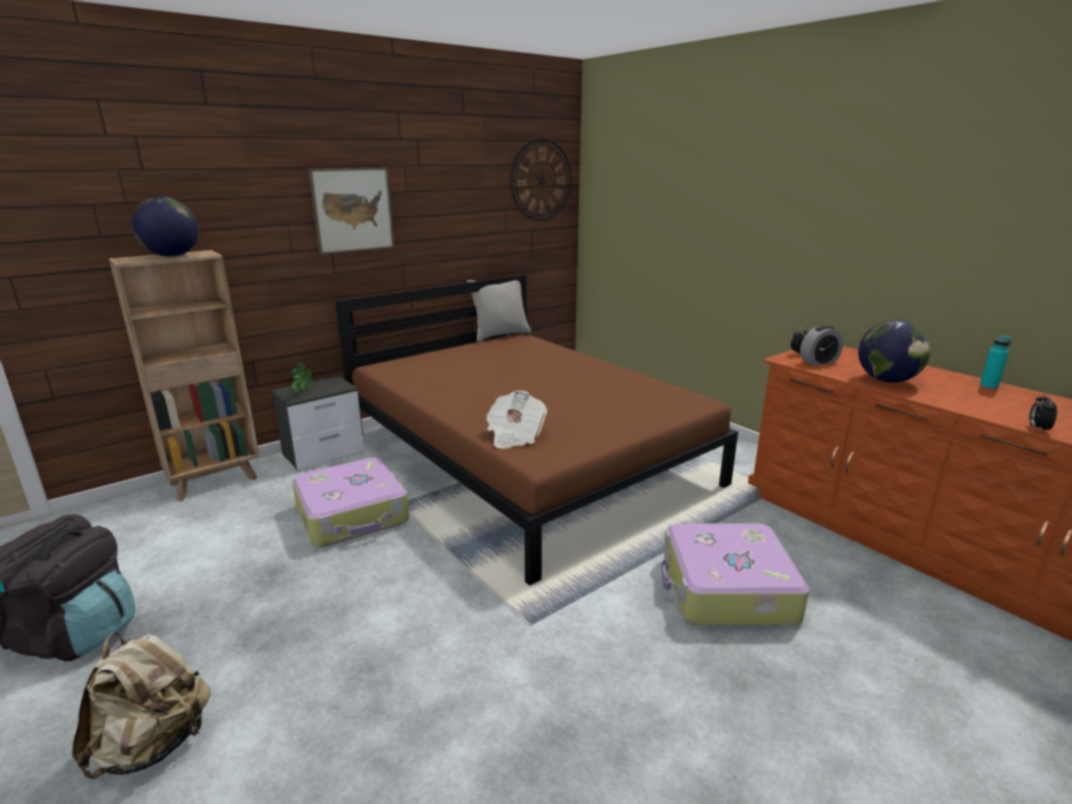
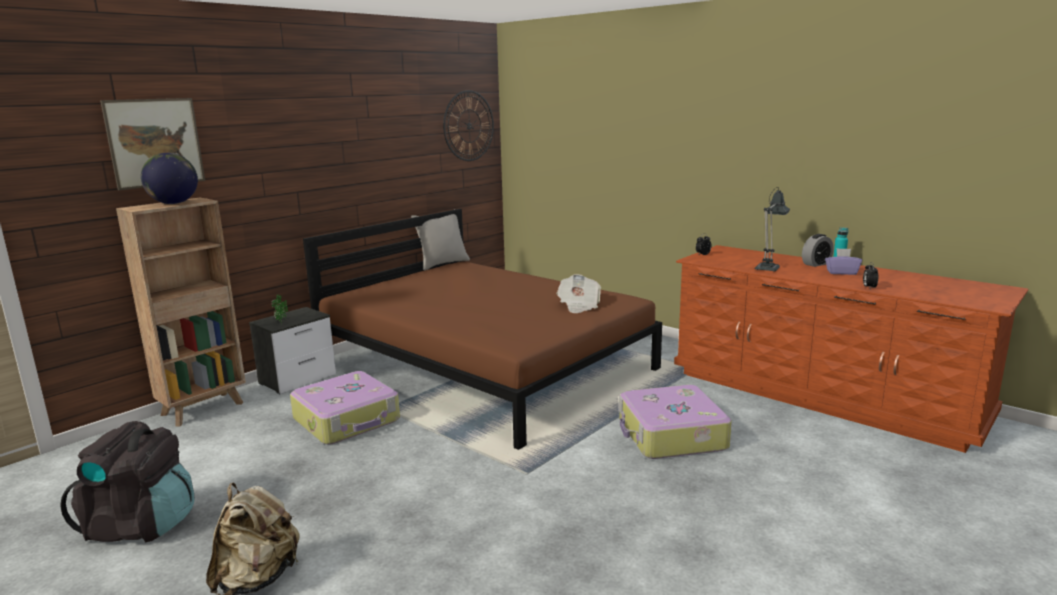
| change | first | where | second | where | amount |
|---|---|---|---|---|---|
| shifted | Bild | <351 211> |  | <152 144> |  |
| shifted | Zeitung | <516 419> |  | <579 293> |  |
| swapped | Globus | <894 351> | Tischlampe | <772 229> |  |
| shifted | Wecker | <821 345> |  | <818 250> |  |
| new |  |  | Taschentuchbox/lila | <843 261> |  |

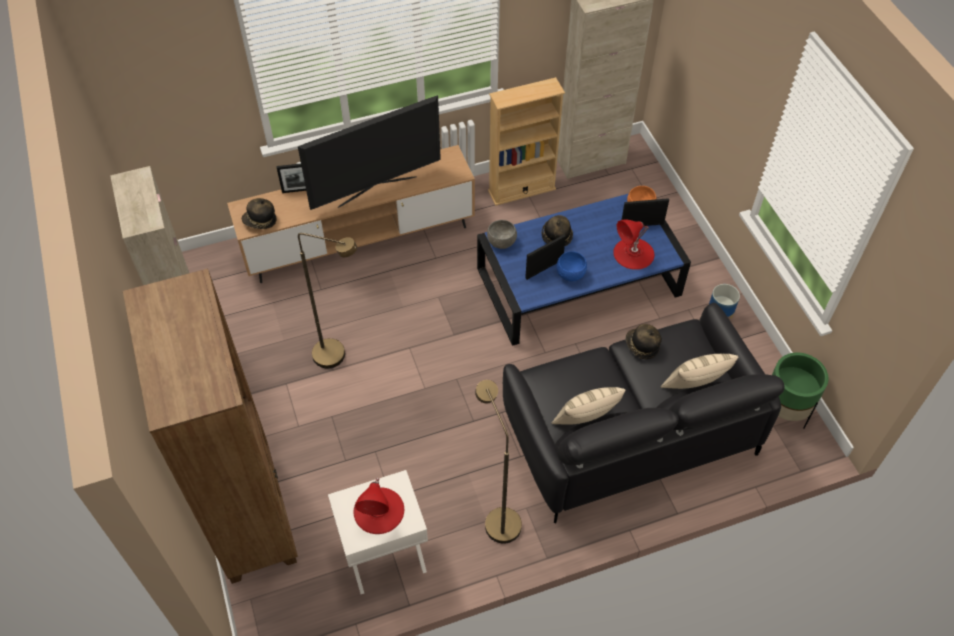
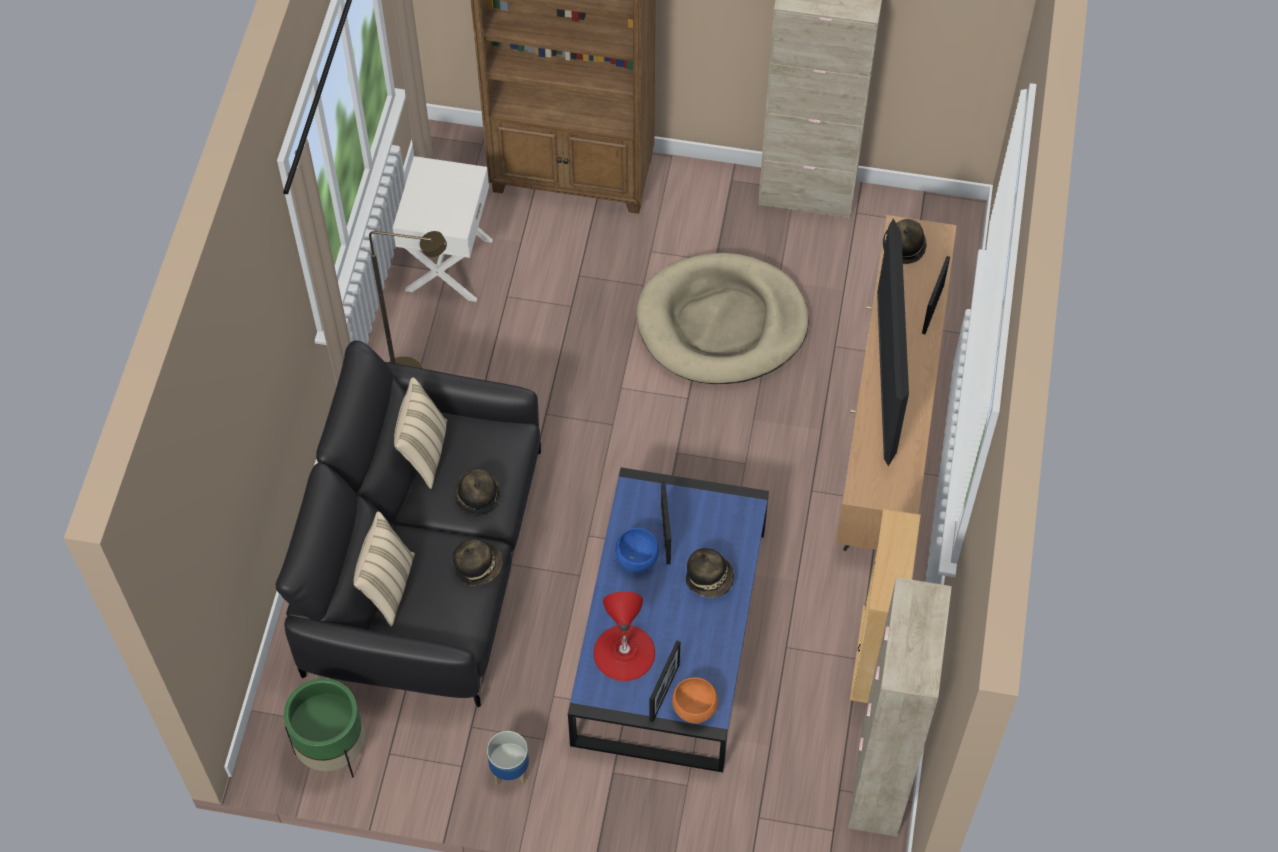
| change | first | where | second | where | amount |
|---|---|---|---|---|---|
| new |  |  | Hut | <477 492> |  |
| swapped | Stehlampe/braun | <327 301> | Hundebett/beige | <722 318> |  |
| gone | Tischlampe/rot | <379 506> |  |  |  |
| gone | Schüssel/grau | <502 234> |  |  |  |

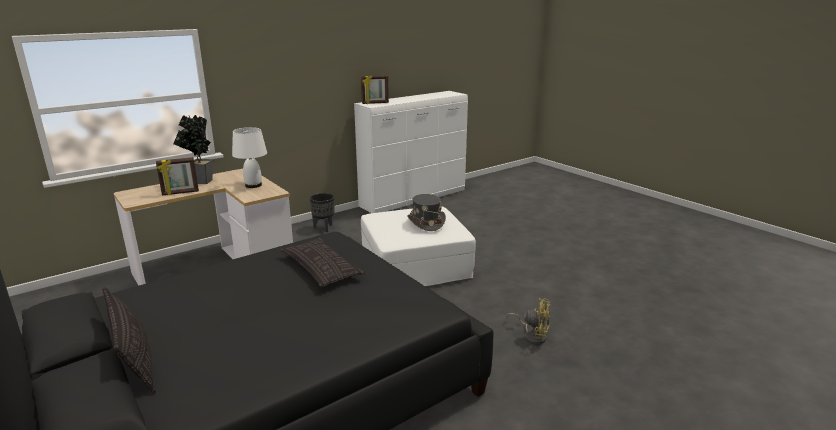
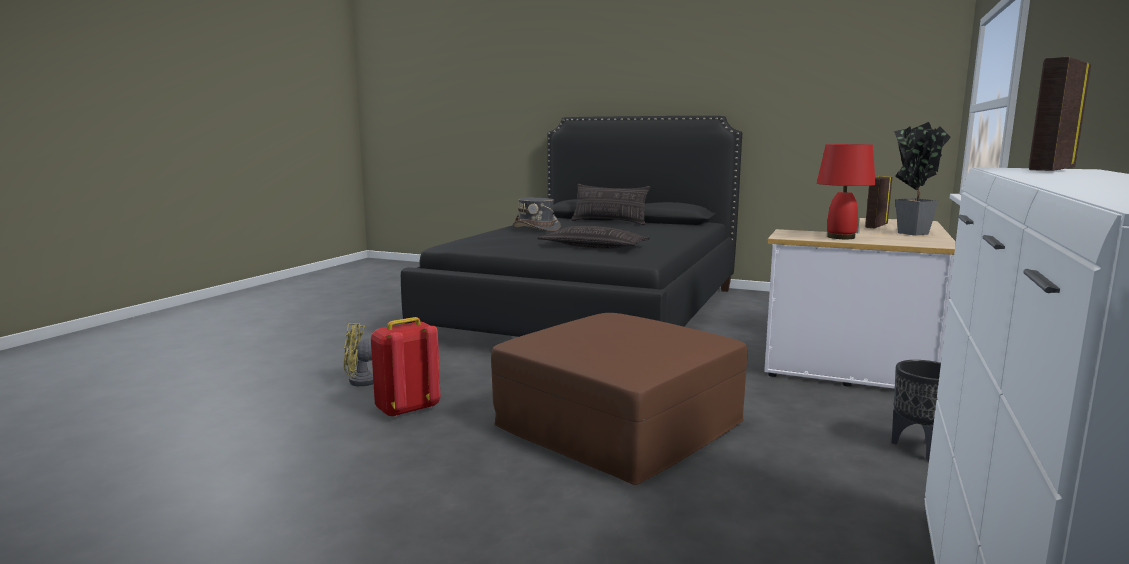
| change | first | where | second | where | amount |
|---|---|---|---|---|---|
| new |  |  | Rucksack/rot | <406 367> |  |
| repainted | Polsterhocker/weiß | <418 246> | Polsterhocker/braun | <619 399> |  |
| shifted | Hut/grau | <426 212> |  | <536 215> |  |
| repainted | Tischlampe/weiß | <249 157> | Tischlampe/rot | <846 191> |  |

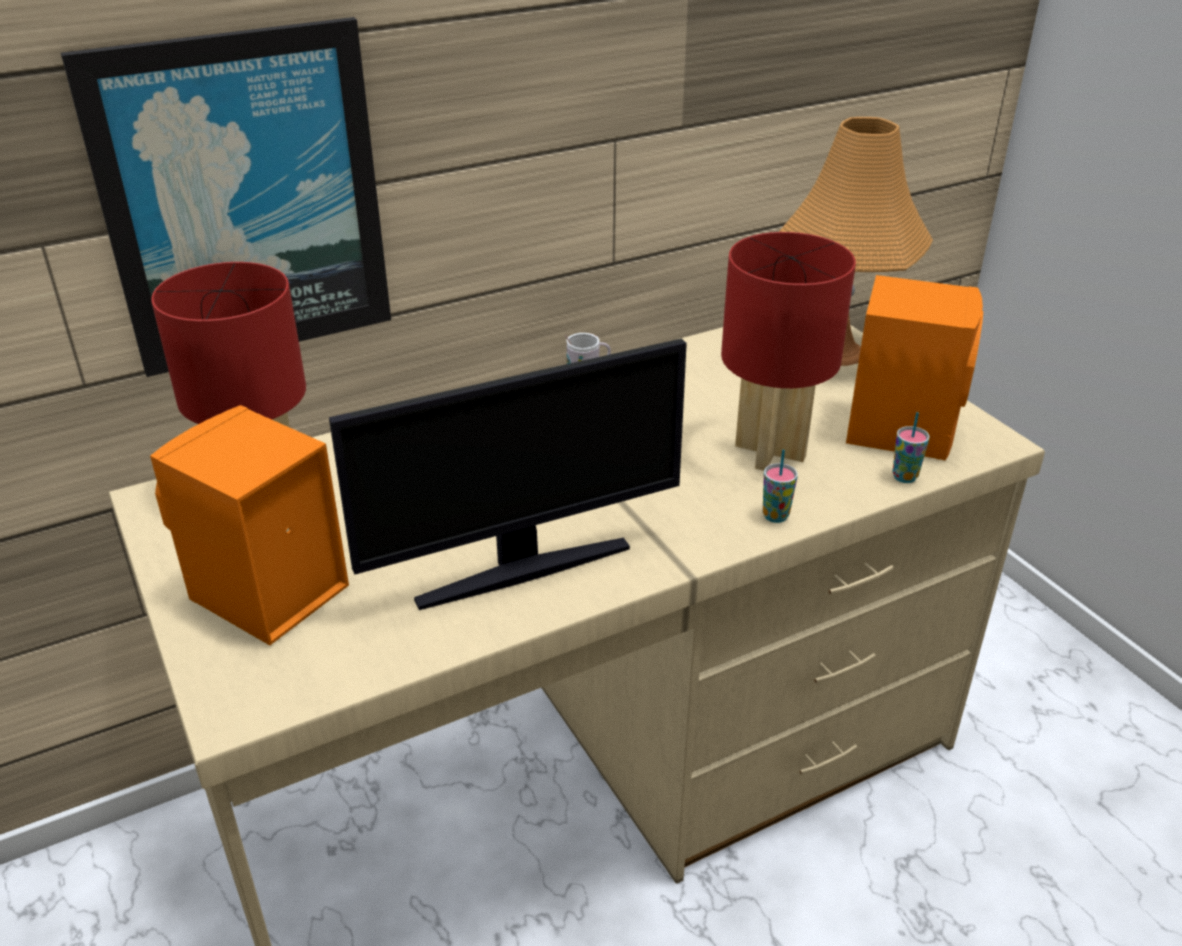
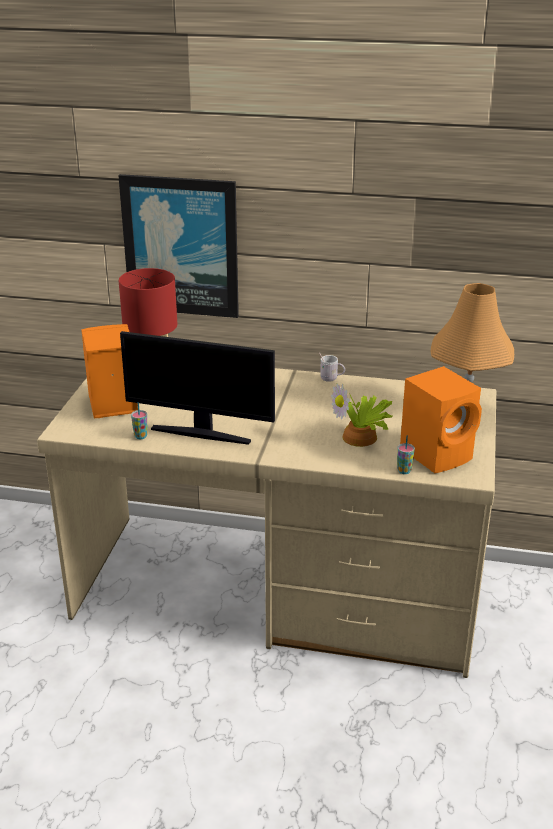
| change | first | where | second | where | amount |
|---|---|---|---|---|---|
| shifted | Tasse | <780 486> |  | <139 420> |  |
| swapped | Tischlampe/rot | <788 351> | Topfpflanze | <361 415> |  |

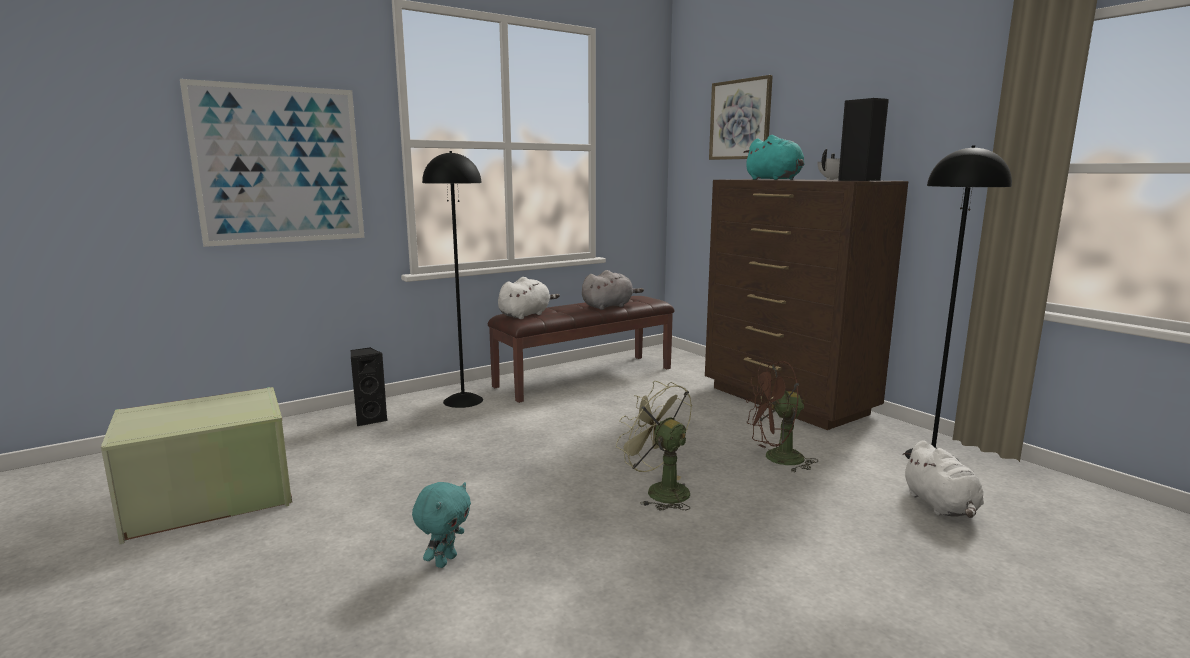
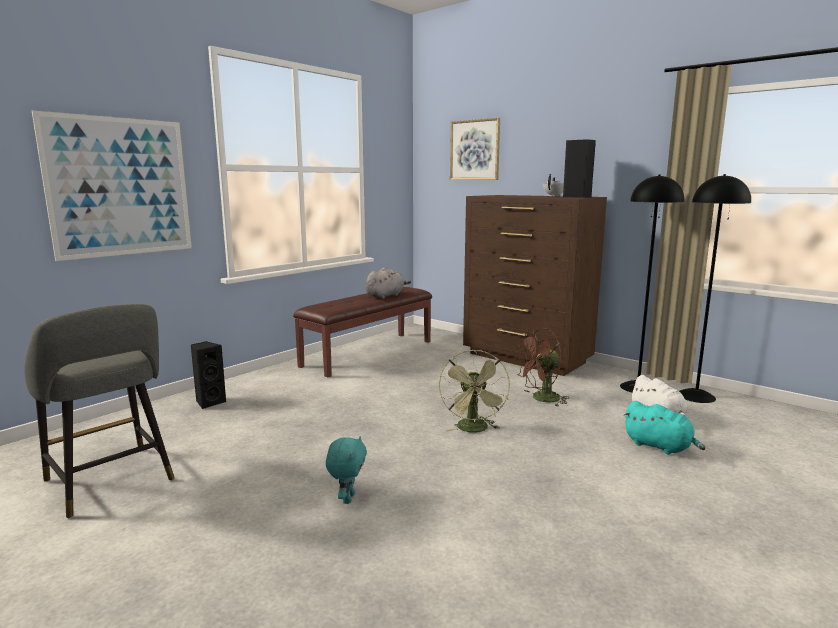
| change | first | where | second | where | amount |
|---|---|---|---|---|---|
| swapped | Aufbewahrungsbox/grün | <196 465> | Hocker/grau | <99 411> |  |
| rotated | Ventilator/grün | <654 445> |  | <474 391> | 120 degrees counterclockwise |
| shifted | Plüschtier/türkis | <773 157> |  | <664 427> |  |
| shifted | Stehlampe/schwarz | <452 279> |  | <715 288> |  |
| gone | Plüschtier/weiß | <529 298> |  |  |  |

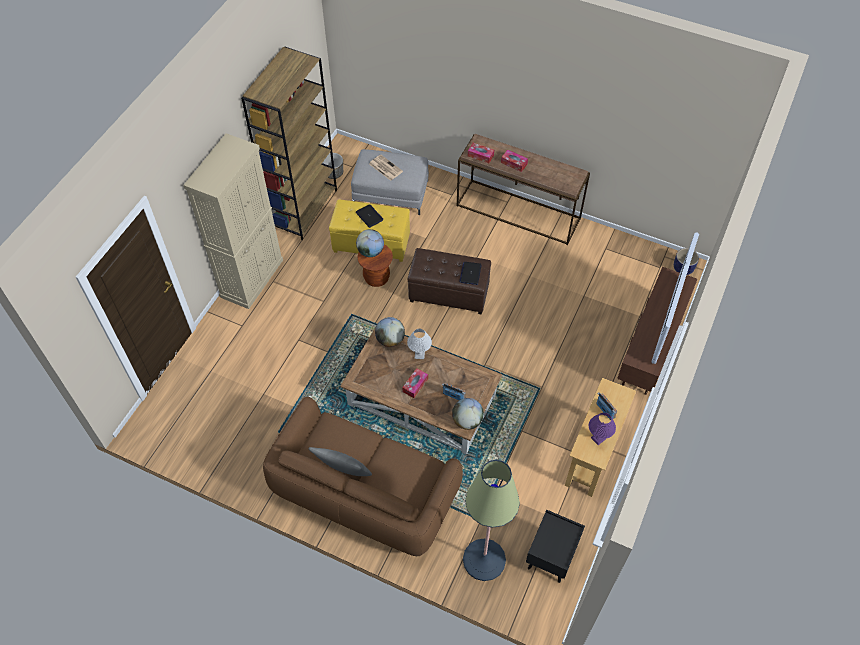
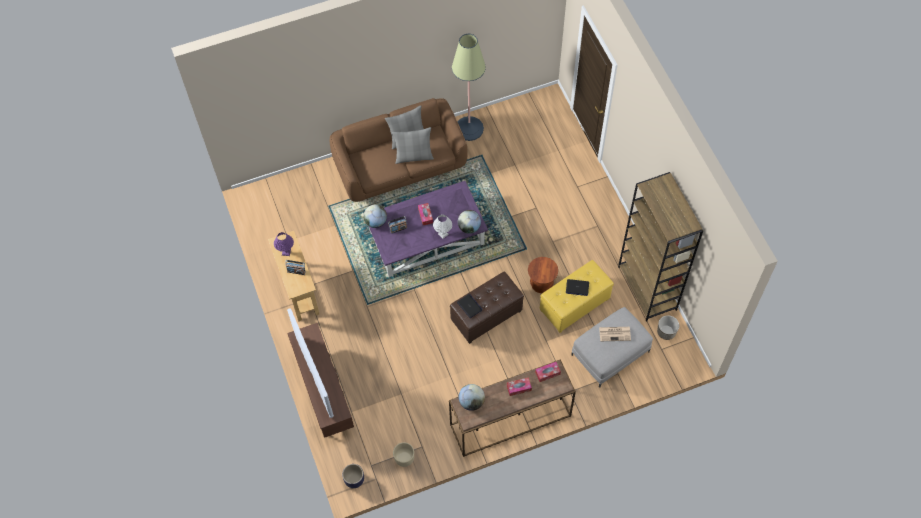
| change | first | where | second | where | amount |
|---|---|---|---|---|---|
| repainted | Couchtisch/braun | <421 391> | Couchtisch/lila | <428 229> |  |
| new |  |  | Kissen/grau | <413 145> |  |
| new |  |  | Pflanzkübel/beige | <403 454> |  |
| shifted | Stehlampe | <491 520> |  | <469 87> |  |
| shifted | Globus | <370 243> |  | <472 397> |  |
| gone | Schrank/beige | <233 221> |  |  |  |
| gone | Nachttisch/schwarz | <555 546> |  |  |  |

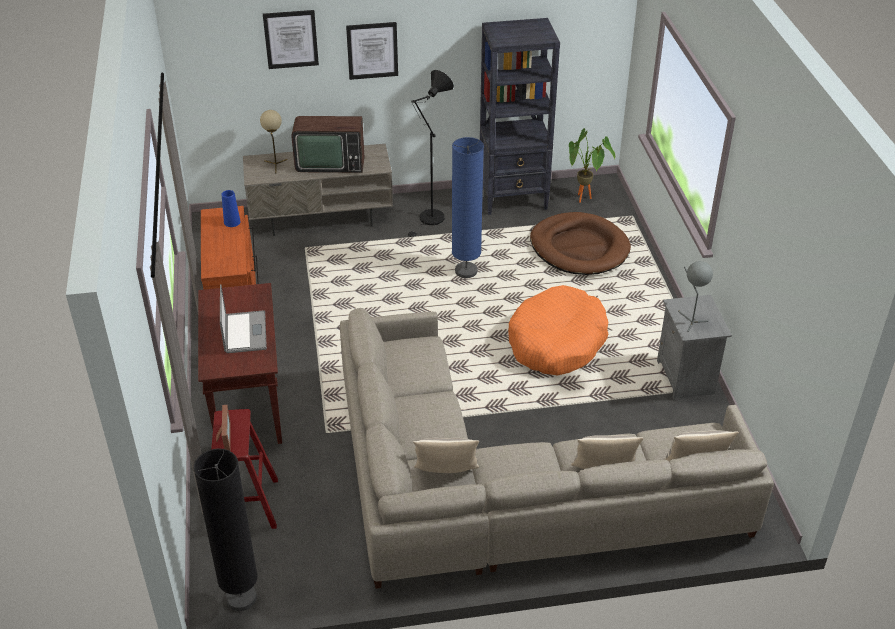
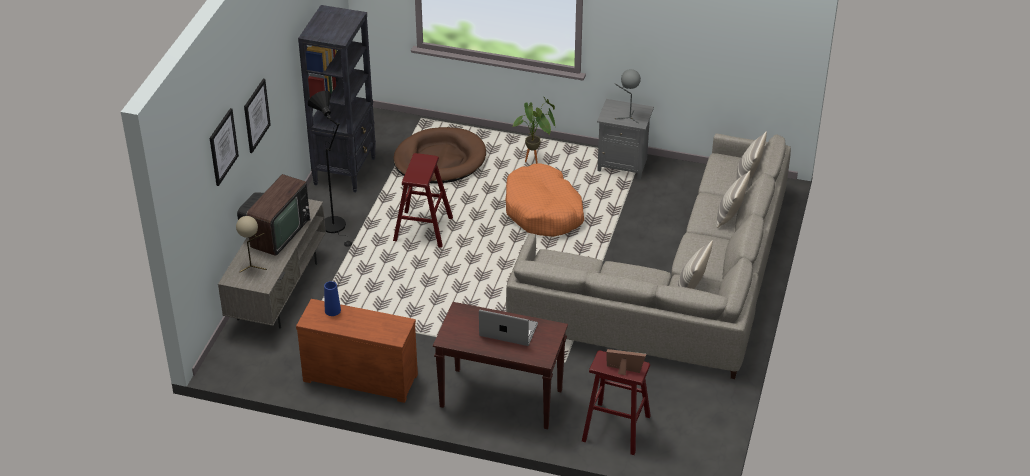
| change | first | where | second | where | amount |
|---|---|---|---|---|---|
| swapped | Stehlampe/blau | <468 207> | Hocker/rot | <423 200> |  |
| shifted | Topfpflanze | <592 165> |  | <533 130> |  |
| gone | Stehlampe/schwarz | <226 529> |  |  |  |

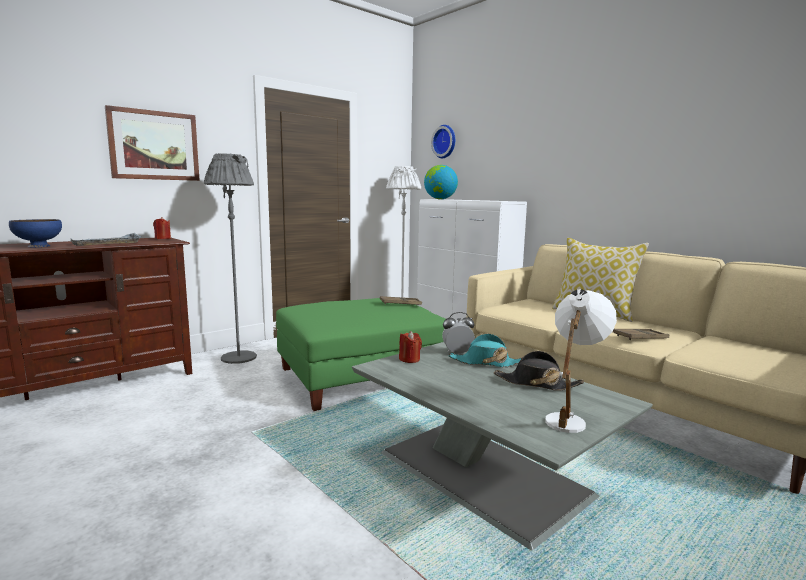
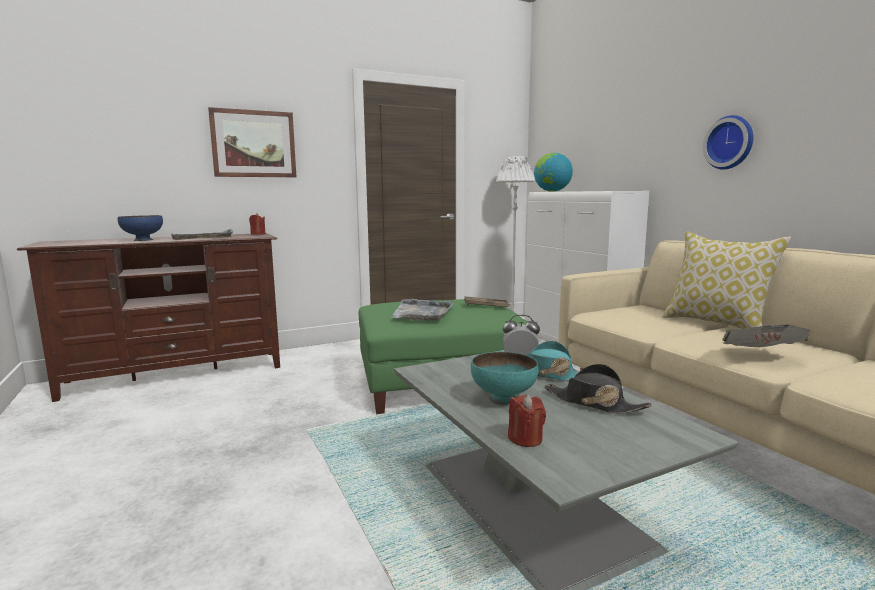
| change | first | where | second | where | amount |
|---|---|---|---|---|---|
| new |  |  | Tablett/grau | <422 310> |  |
| new |  |  | Schüssel/türkis | <504 379> |  |
| shifted | Kerze/rot | <410 347> |  | <527 420> |  |
| shifted | Wanduhr | <443 141> |  | <728 142> |  |
| swapped | Tablett/braun | <641 334> | Zeitung | <766 336> |  |
| gone | Stehlampe/grau | <230 258> |  |  |  |
| gone | Tischlampe/weiß | <581 361> |  |  |  |

